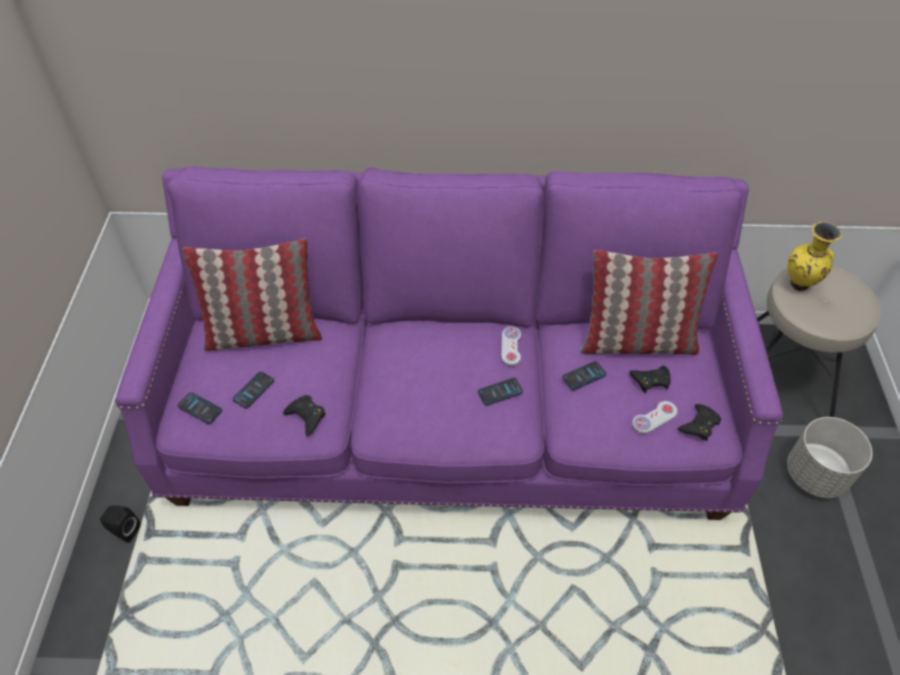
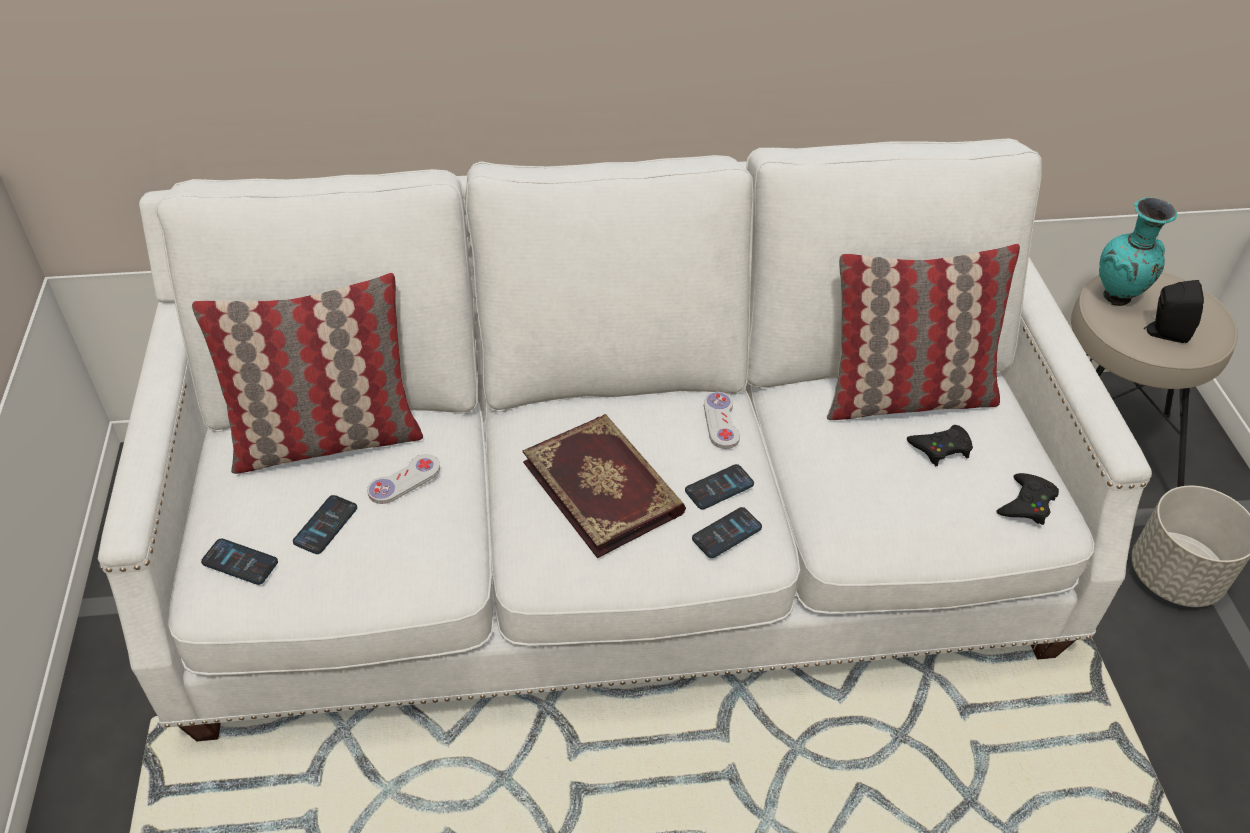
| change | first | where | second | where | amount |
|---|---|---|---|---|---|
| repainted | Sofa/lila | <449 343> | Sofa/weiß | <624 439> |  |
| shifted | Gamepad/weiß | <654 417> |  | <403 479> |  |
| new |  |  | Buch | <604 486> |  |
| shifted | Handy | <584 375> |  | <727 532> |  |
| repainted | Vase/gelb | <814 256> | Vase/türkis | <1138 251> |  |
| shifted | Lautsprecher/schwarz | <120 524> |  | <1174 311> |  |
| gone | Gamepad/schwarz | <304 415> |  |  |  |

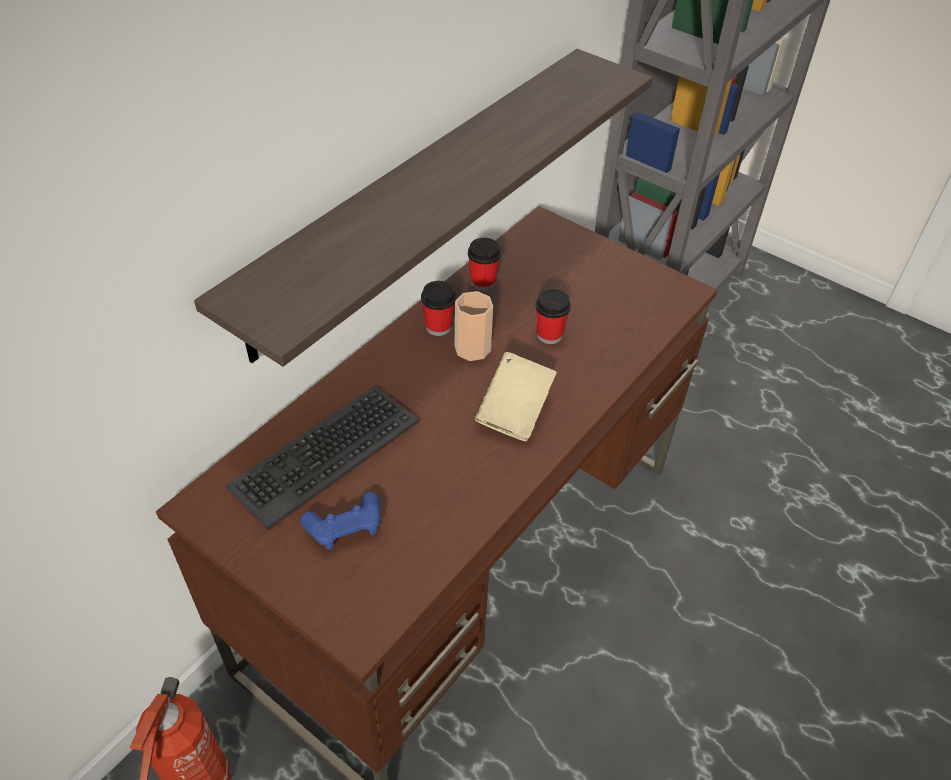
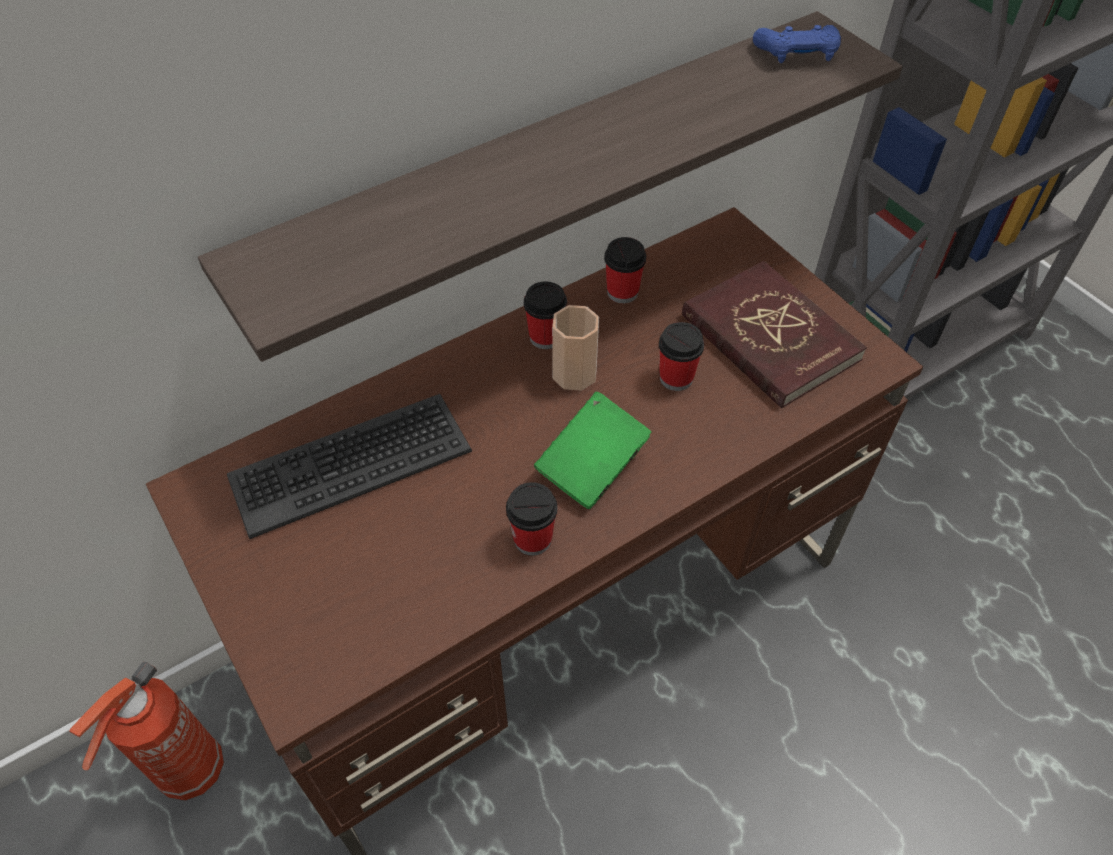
| change | first | where | second | where | amount |
|---|---|---|---|---|---|
| new |  |  | Tasse | <531 519> |  |
| repainted | Buch/beige | <516 396> | Buch/grün | <593 450> |  |
| new |  |  | Buch/rot | <774 335> |  |
| shifted | Gamepad/blau | <341 521> |  | <797 44> |  |

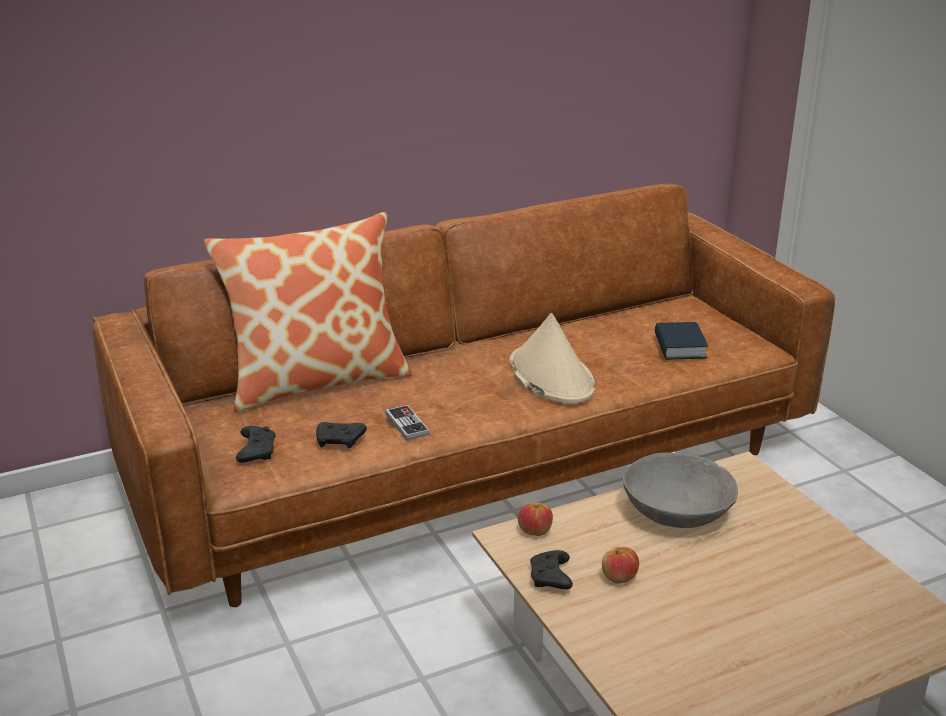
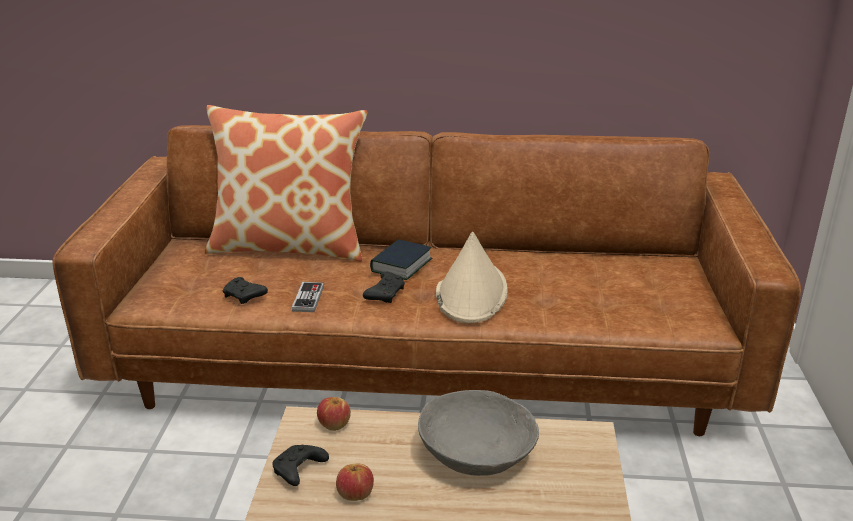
| change | first | where | second | where | amount |
|---|---|---|---|---|---|
| shifted | Gamepad/schwarz | <256 444> |  | <384 287> |  |
| shifted | Buch | <681 341> |  | <401 259> |  |

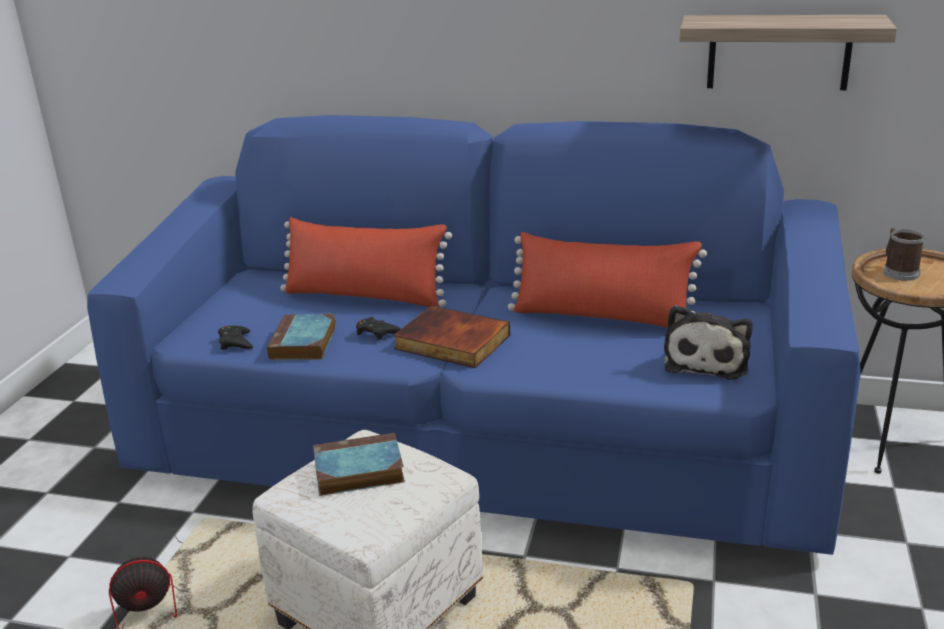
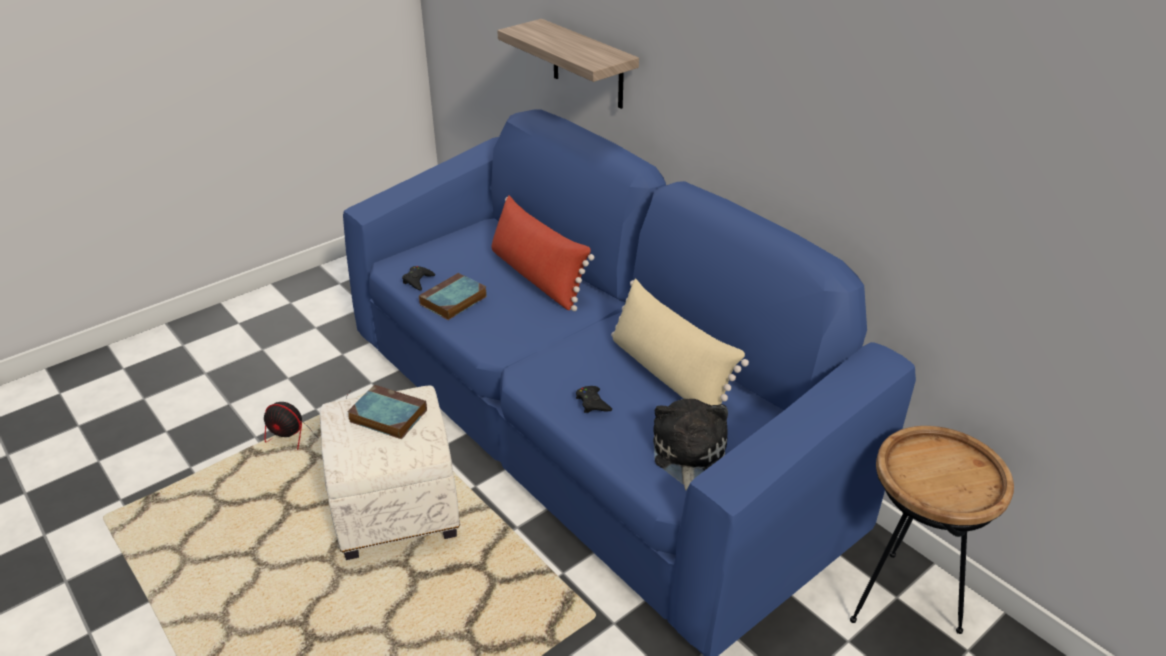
| change | first | where | second | where | amount |
|---|---|---|---|---|---|
| shifted | Wandregal | <788 52> |  | <568 64> |  |
| shifted | Gamepad/schwarz | <378 329> |  | <594 399> |  |
| repainted | Kissen/rot | <607 280> | Kissen/beige | <680 342> |  |
| rotated | Plüschtier | <708 342> |  | <690 445> | 135 degrees clockwise |
| gone | Buch | <451 337> |  |  |  |
| gone | Henkelbecher | <904 254> |  |  |  |

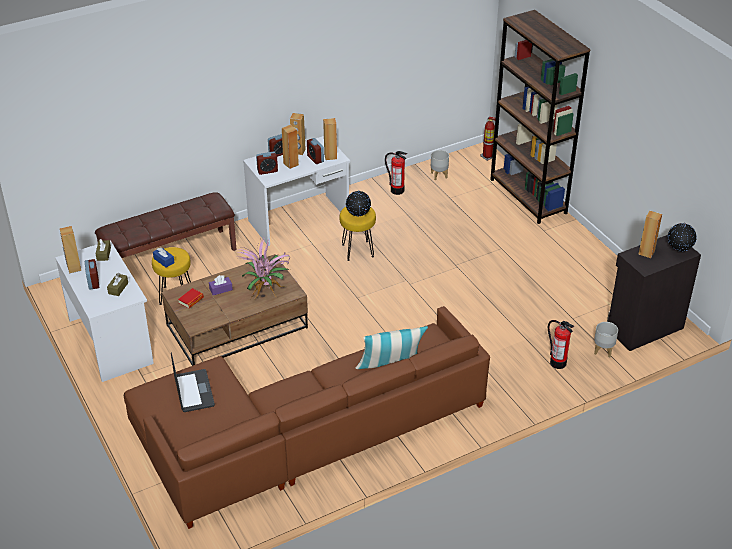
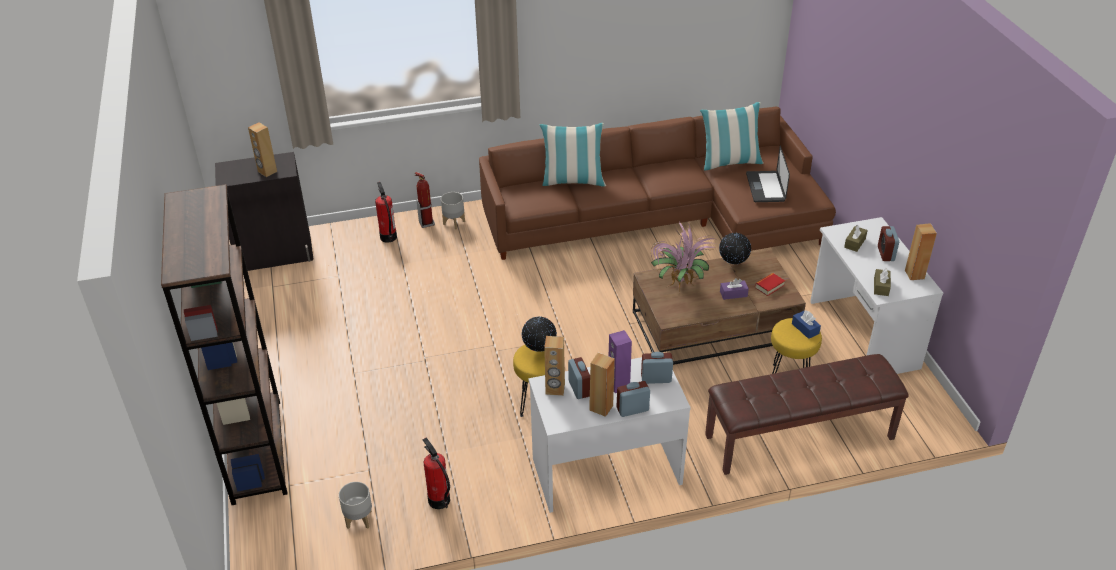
| change | first | where | second | where | amount |
|---|---|---|---|---|---|
| shifted | Feuerlöscher | <488 139> |  | <425 200> |  |
| shifted | Pflanzkübel/grau | <606 340> |  | <453 210> |  |
| repainted | Lautsprecher/braun | <290 147> | Lautsprecher/lila | <620 361> |  |
| new |  |  | Kissen | <732 136> |  |
| shifted | Globus | <682 237> |  | <735 248> |  |

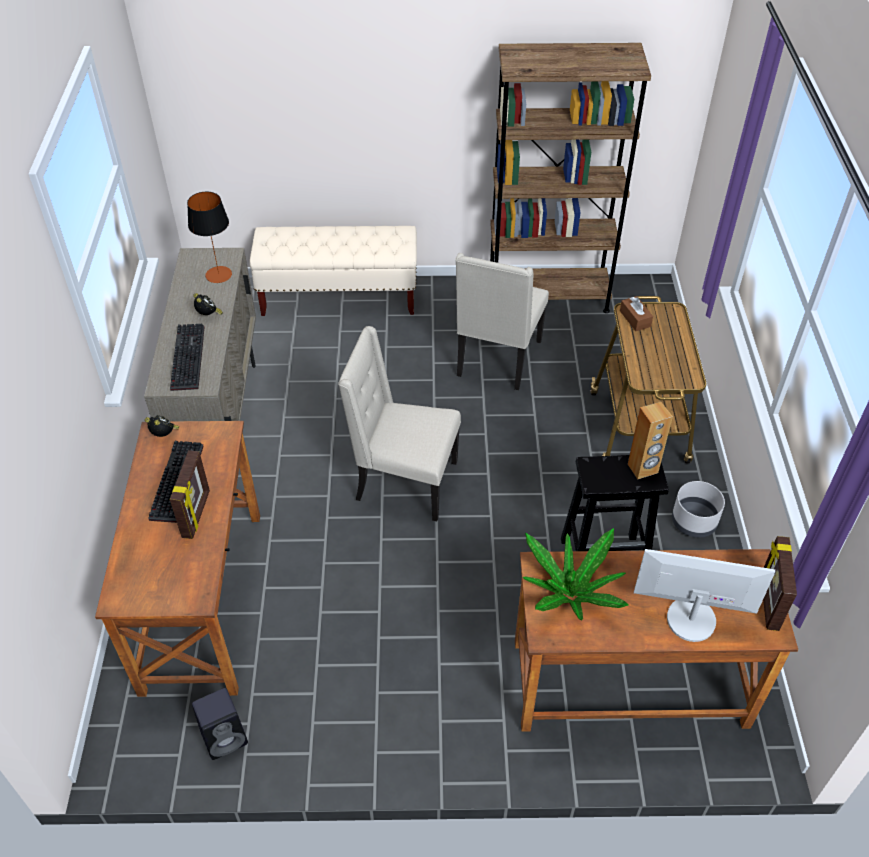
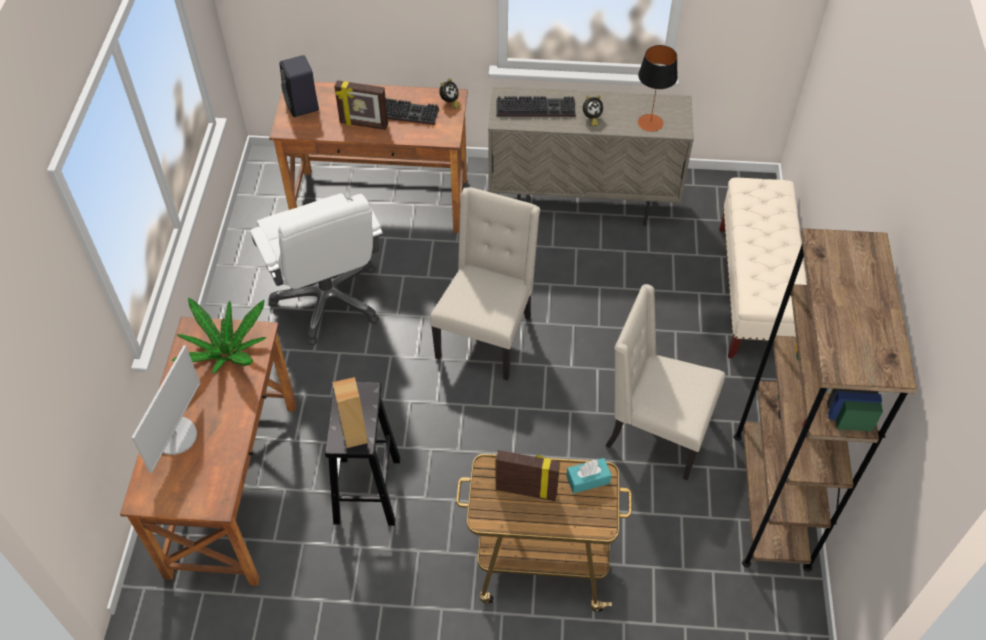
| change | first | where | second | where | amount |
|---|---|---|---|---|---|
| new |  |  | Bürostuhl/weiß | <316 269> |  |
| shifted | Lautsprecher/schwarz | <220 724> |  | <299 86> |  |
| shifted | Bilderrahmen | <780 583> |  | <527 475> |  |
| repainted | Taschentuchbox/braun | <636 313> | Taschentuchbox/türkis | <589 476> |  |
| gone | Pflanzkübel/grau | <698 509> |  |  |  |

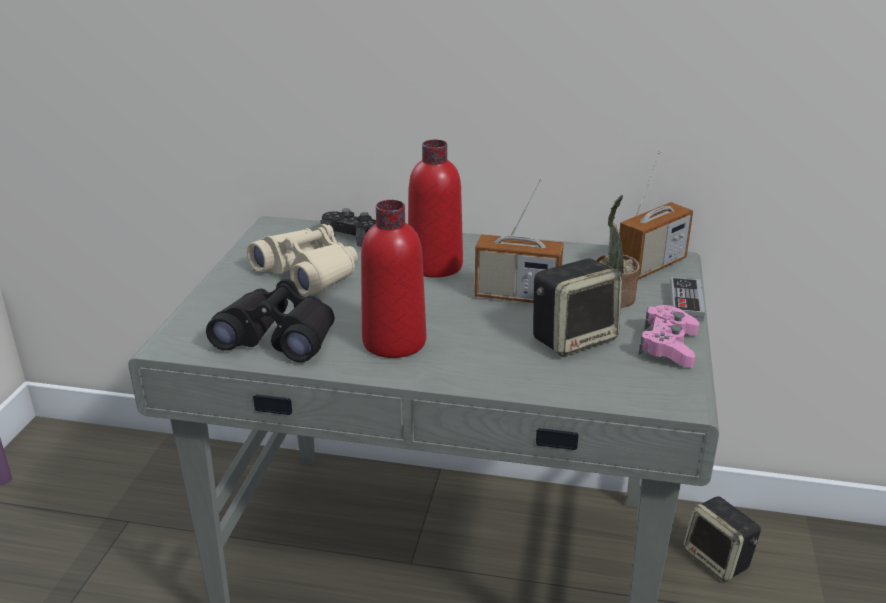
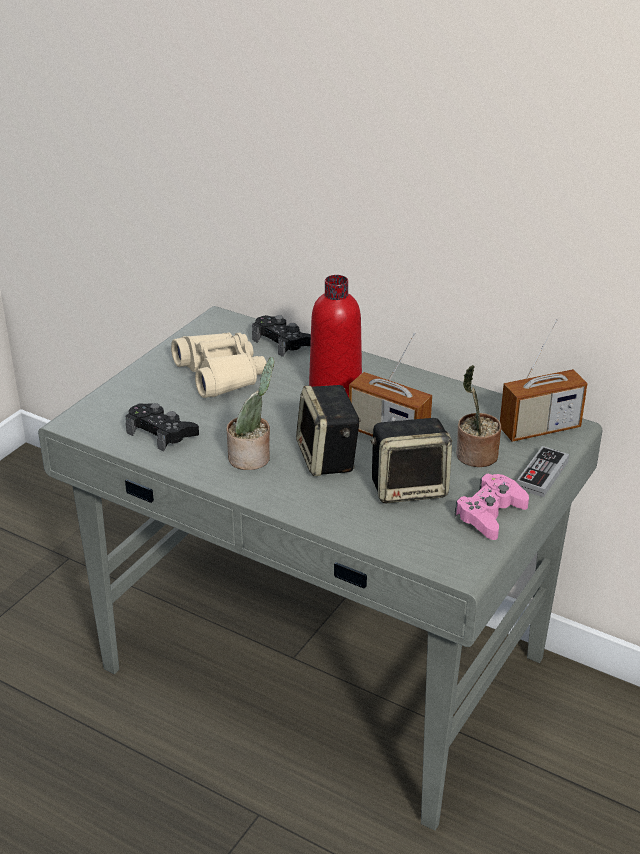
| change | first | where | second | where | amount |
|---|---|---|---|---|---|
| swapped | Fernglas/schwarz | <270 320> | Gamepad/schwarz | <162 427> |  |
| swapped | Flasche/rot | <393 279> | Topfpflanze | <251 413> |  |
| shifted | Lautsprecher | <722 539> |  | <328 430> |  |

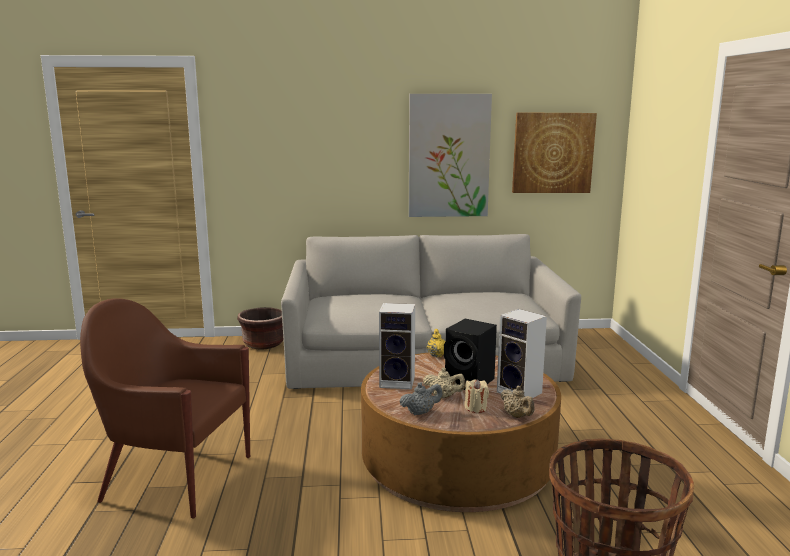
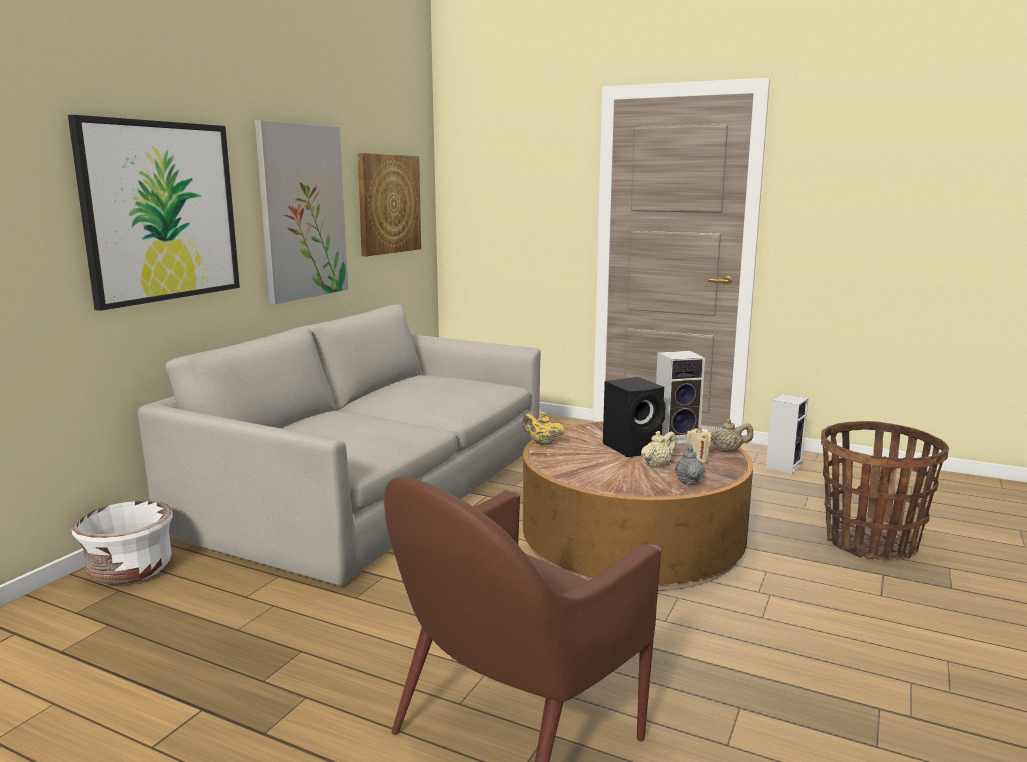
| change | first | where | second | where | amount |
|---|---|---|---|---|---|
| new |  |  | Bild | <154 213> |  |
| repainted | Pflanzkübel/braun | <260 328> | Pflanzkübel/weiß | <122 543> |  |
| shifted | Lautsprecher | <397 346> |  | <787 434> |  |

